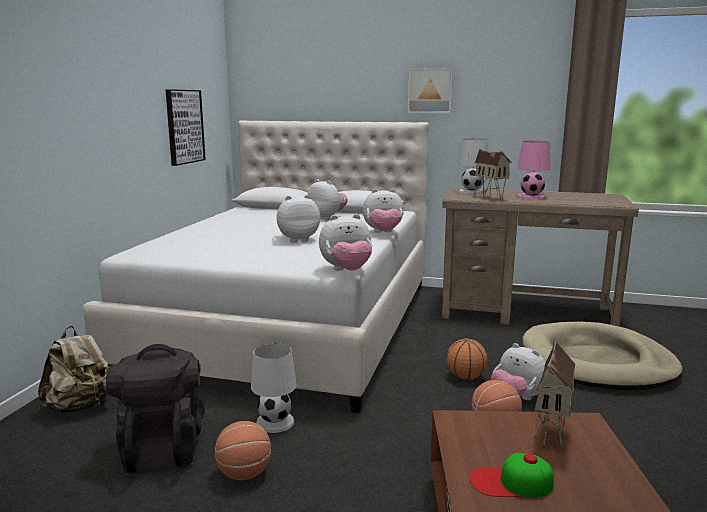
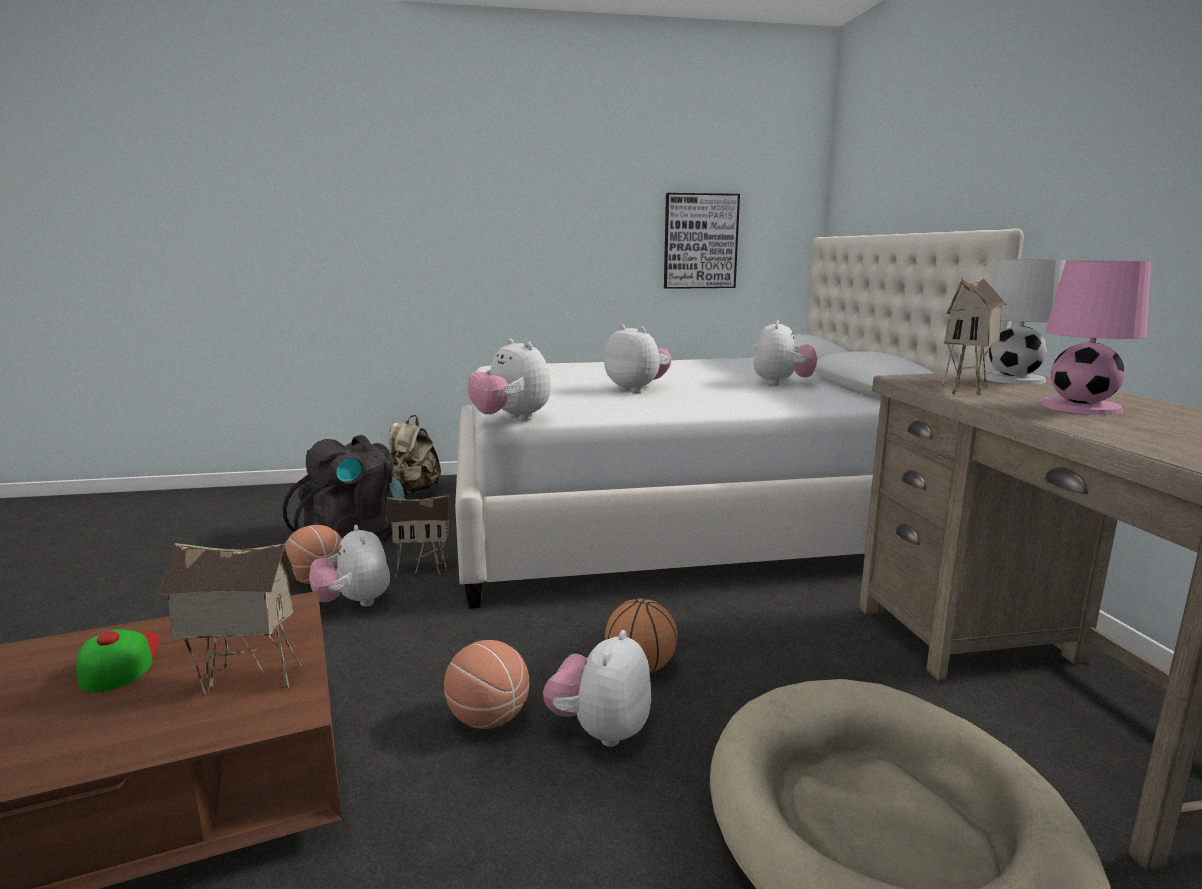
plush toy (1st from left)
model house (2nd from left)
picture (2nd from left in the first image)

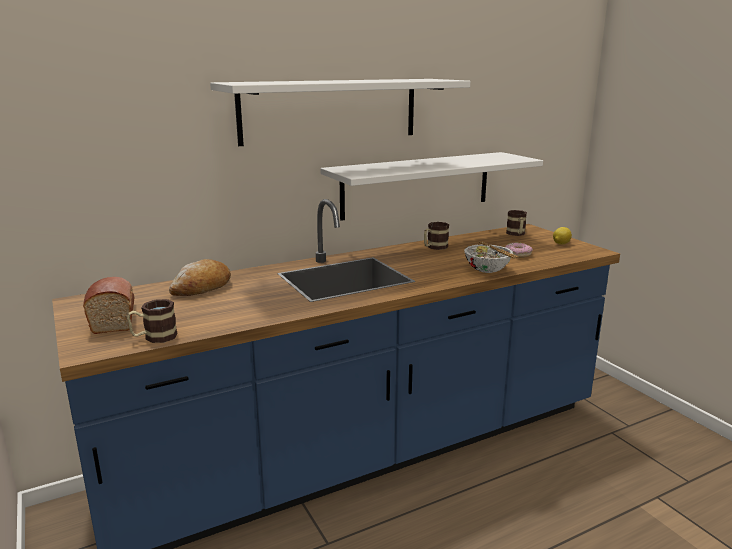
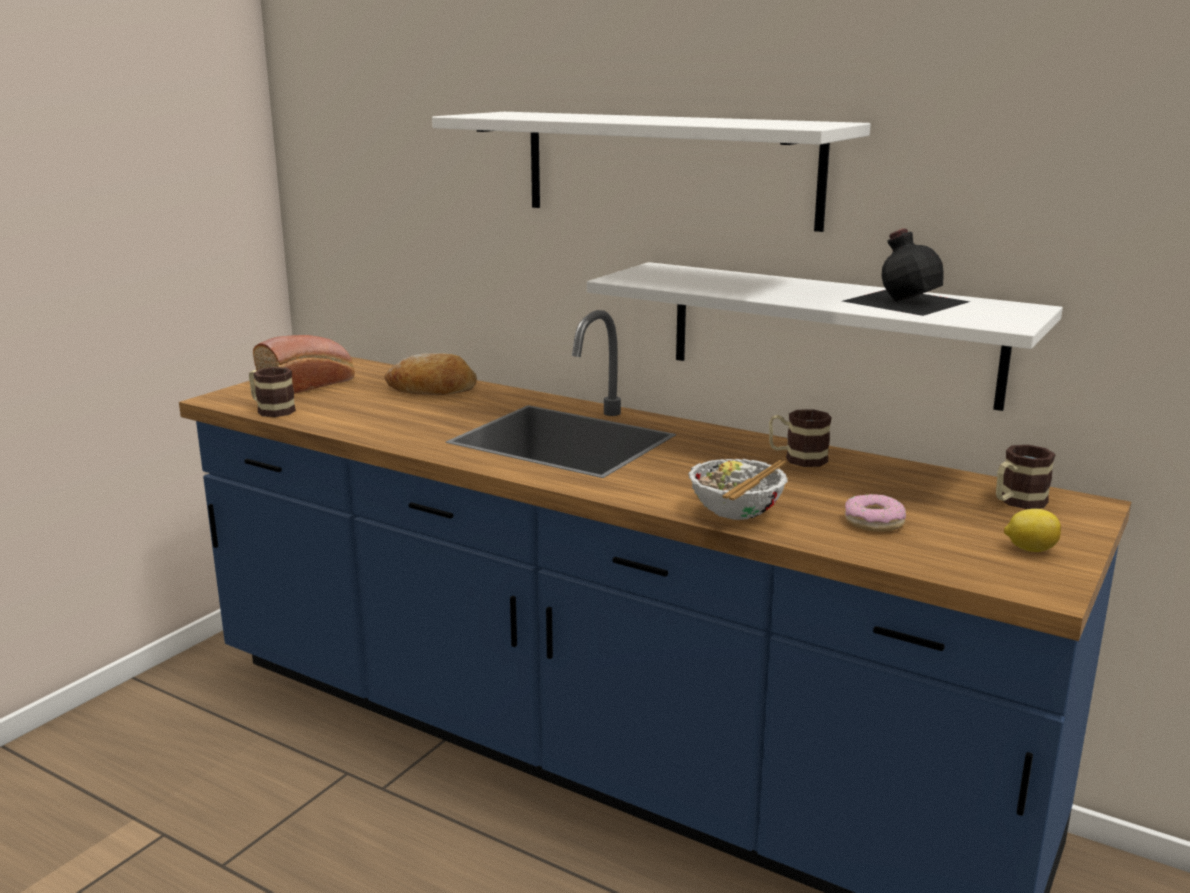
blackish drink bottle

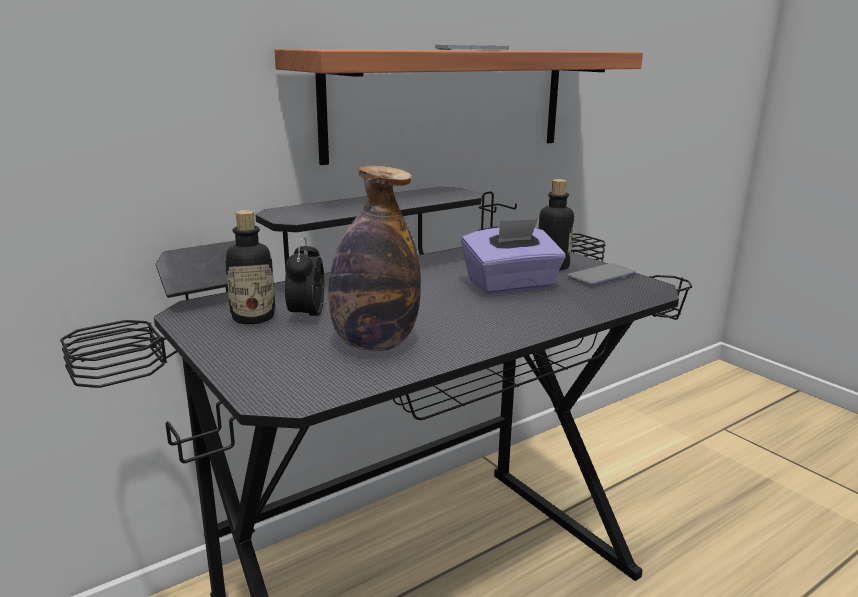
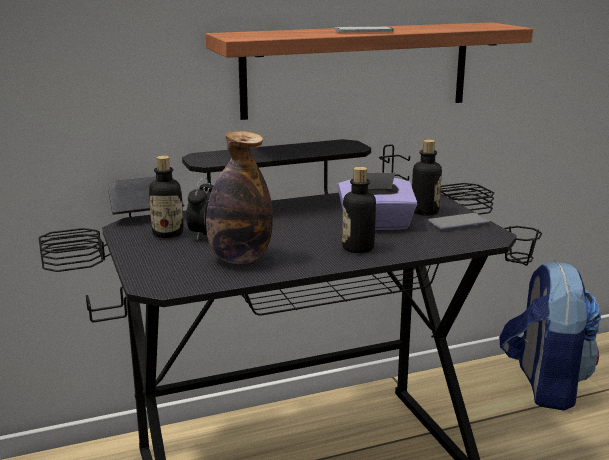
drink bottle (3rd from left)
backpack

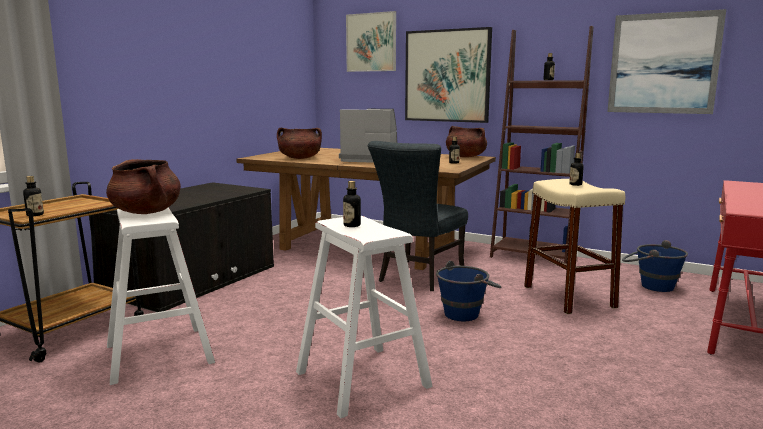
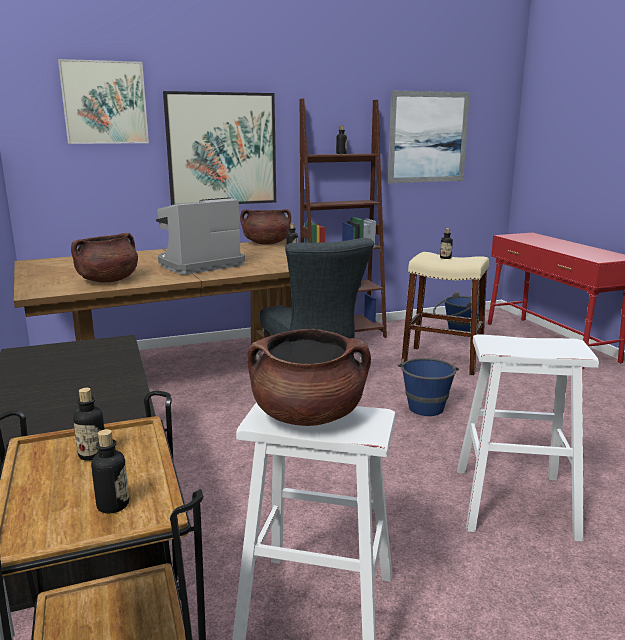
drink bottle (1st from left)

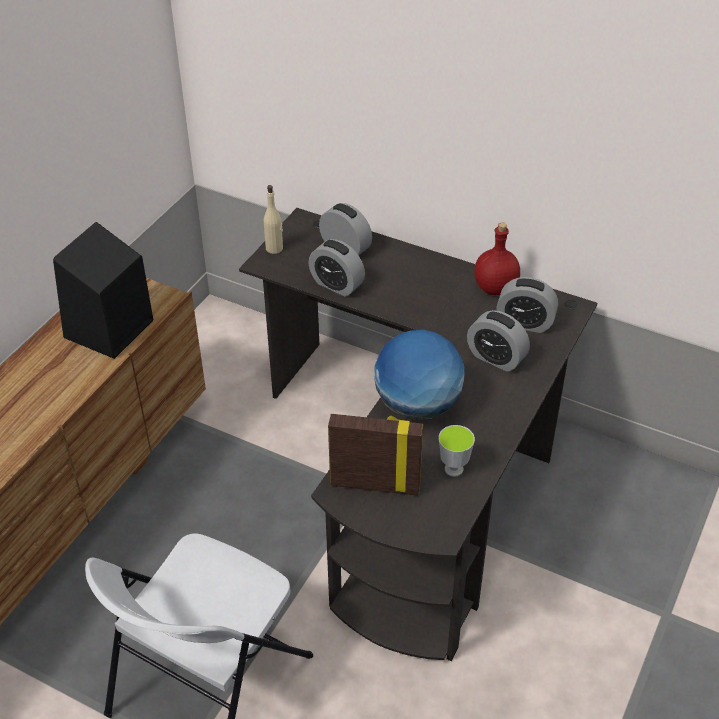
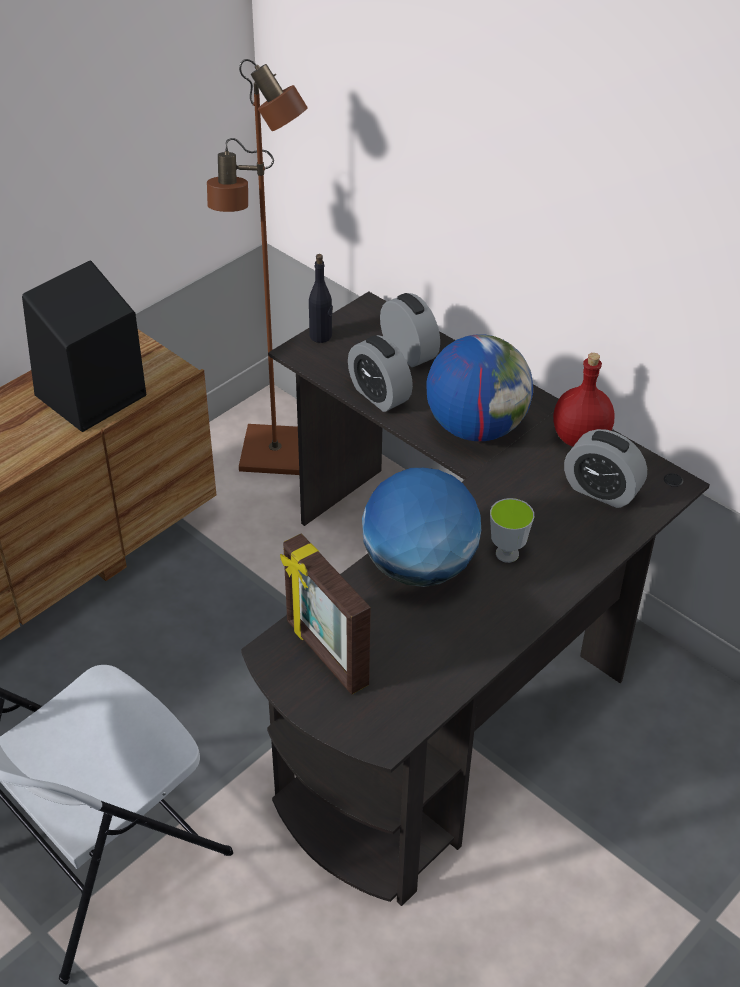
brownish standard lamp
photo frame
blackish drink bottle
globe (2nd from left)
drinking cup
bedside clock (3rd from left in the first image)

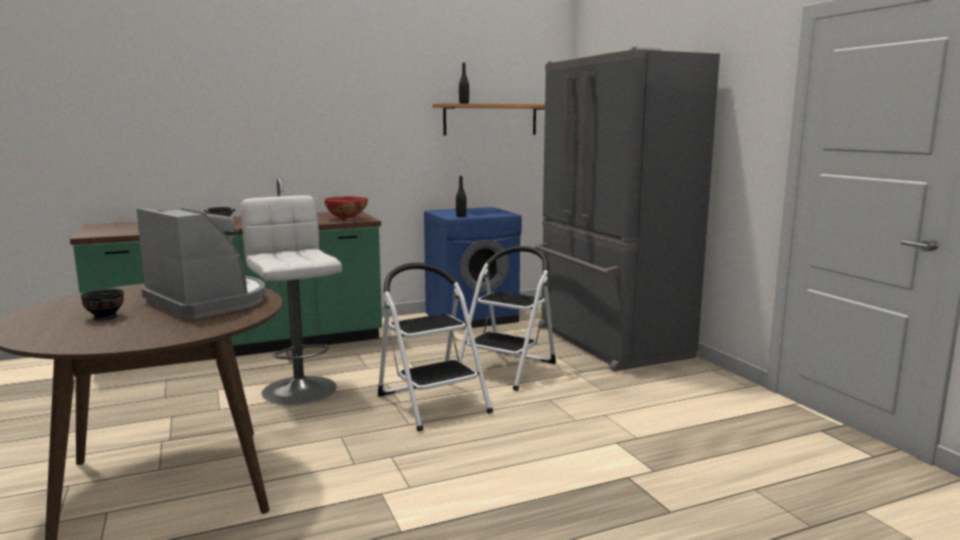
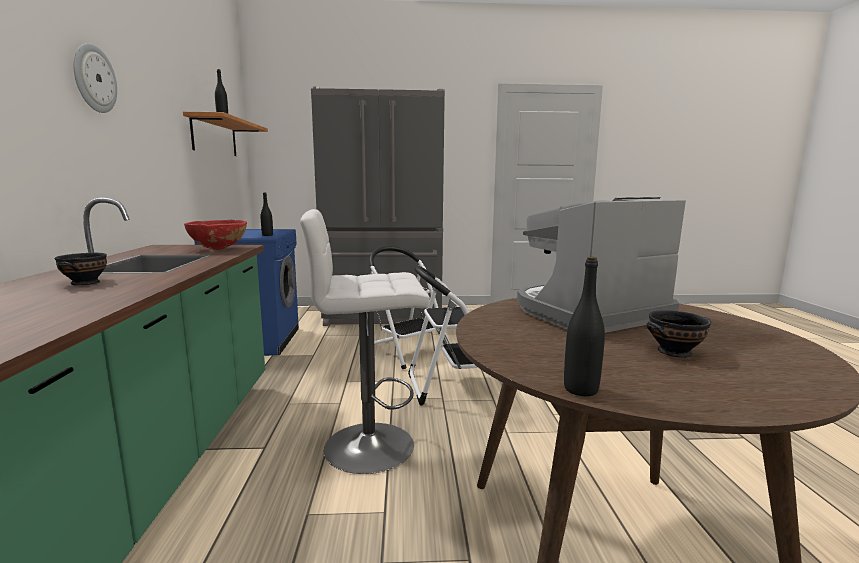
hanging clock
blackish drink bottle (3rd from left)

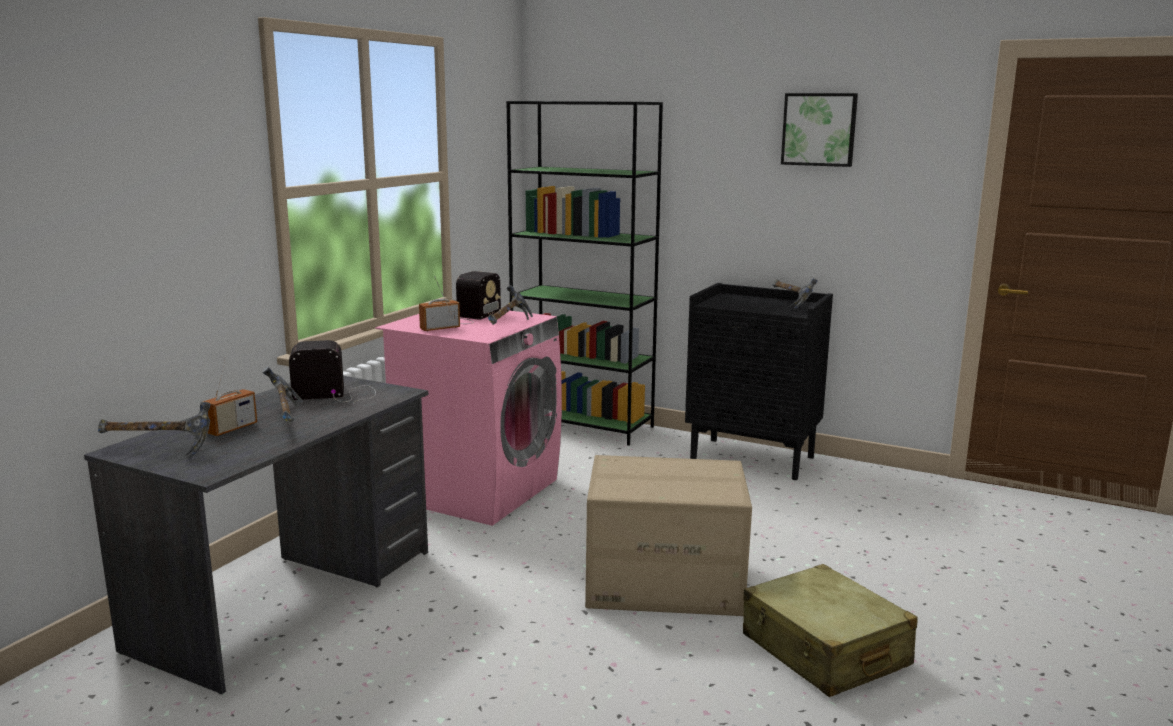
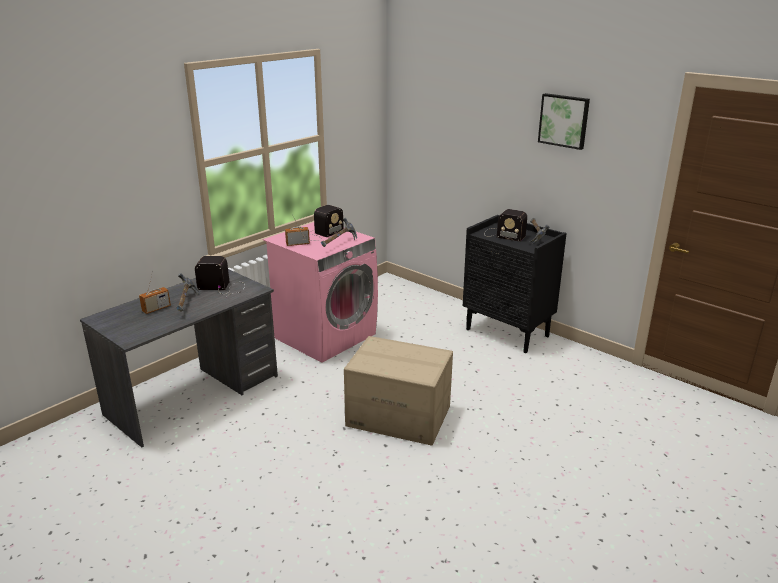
radio set (5th from left)
hand hammer (1st from left in the first image)
greenish bookcase
beige-coloured suitcase

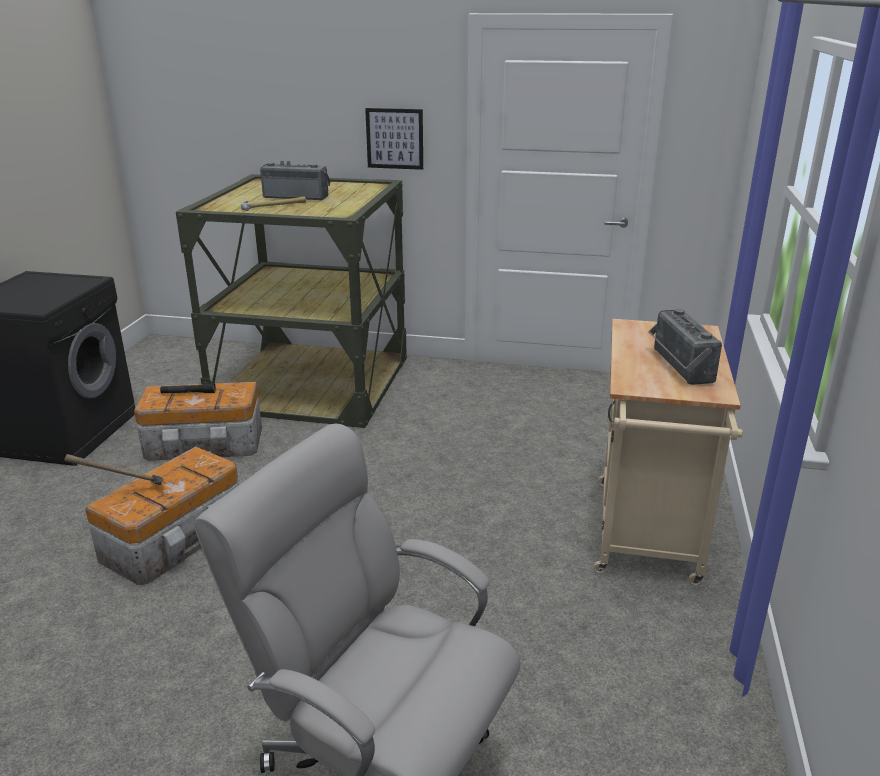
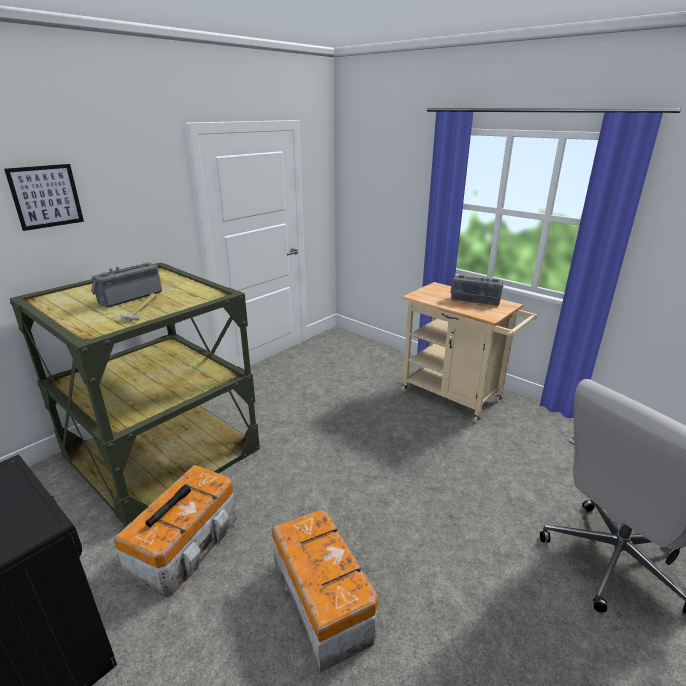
picture
hand hammer (1st from left in the first image)

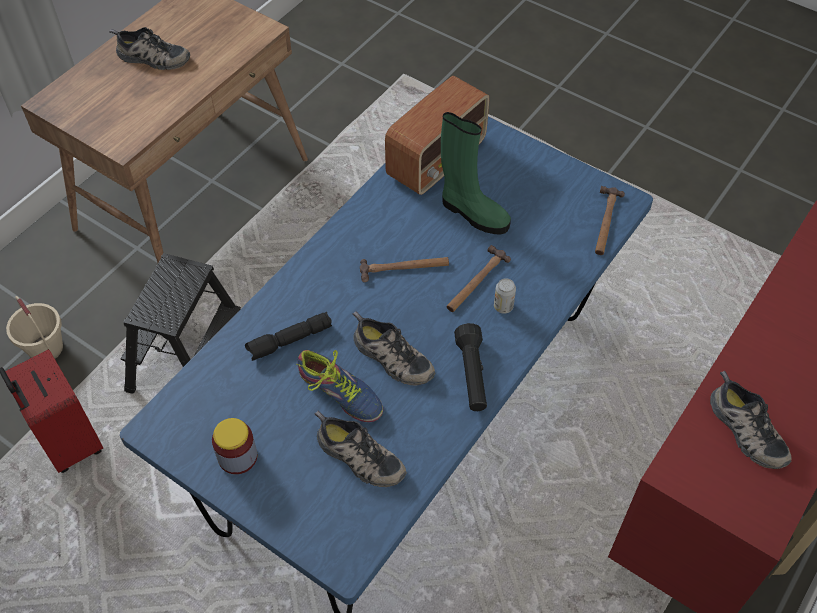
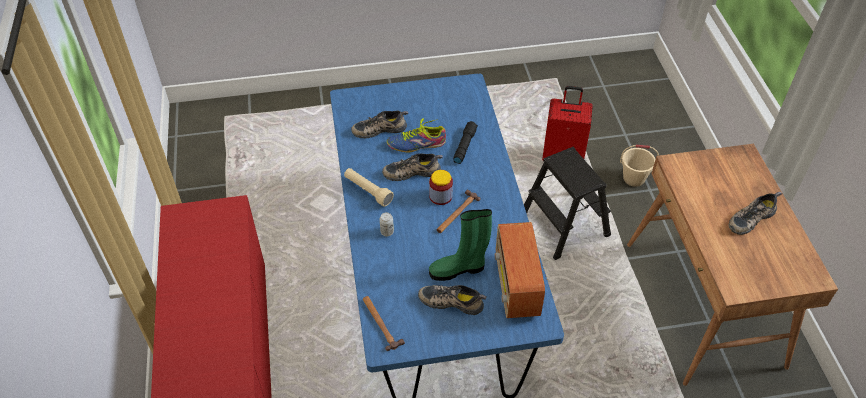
beige-coloured torch
low shoe (4th from left)
preserve jar
hand hammer (2nd from left in the first image)

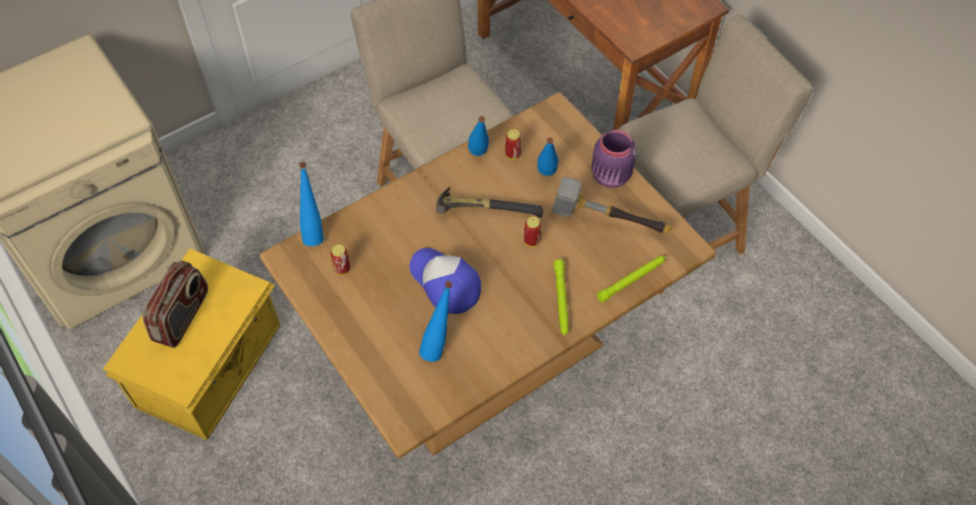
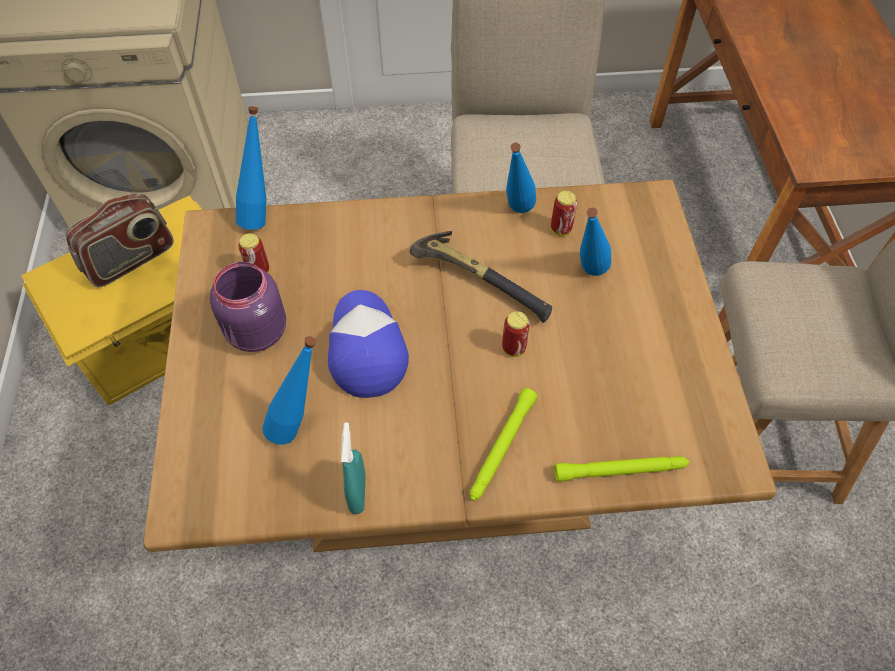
purple-coloured preserve jar
turquoise-coloured hand sprayer
hand hammer (2nd from left in the first image)

